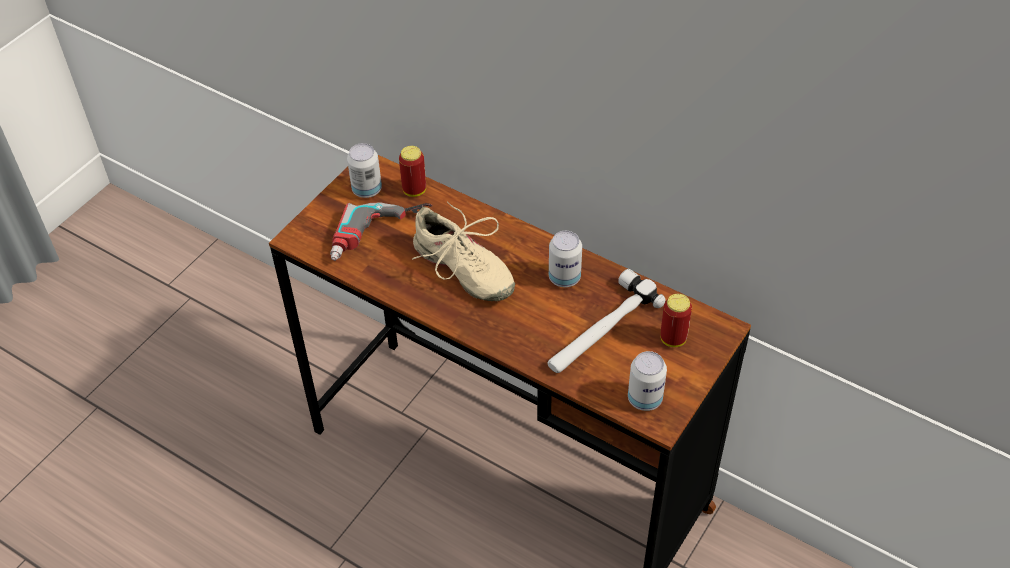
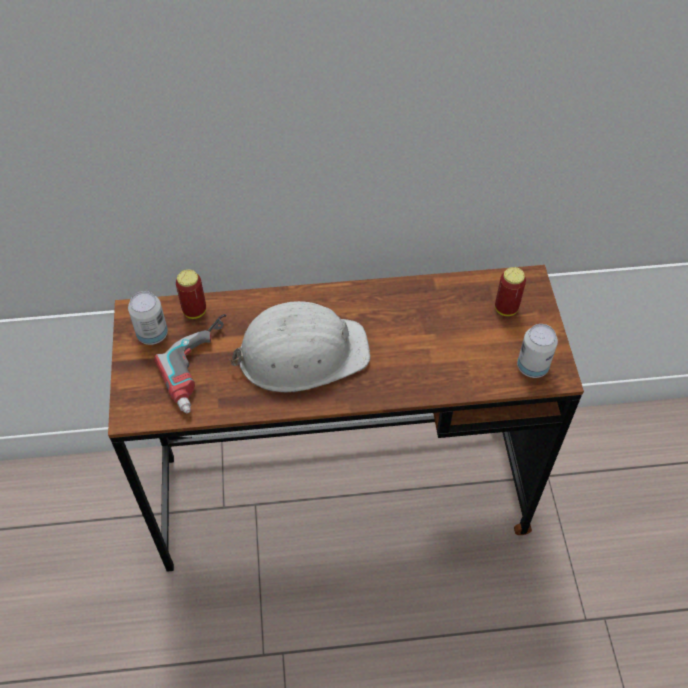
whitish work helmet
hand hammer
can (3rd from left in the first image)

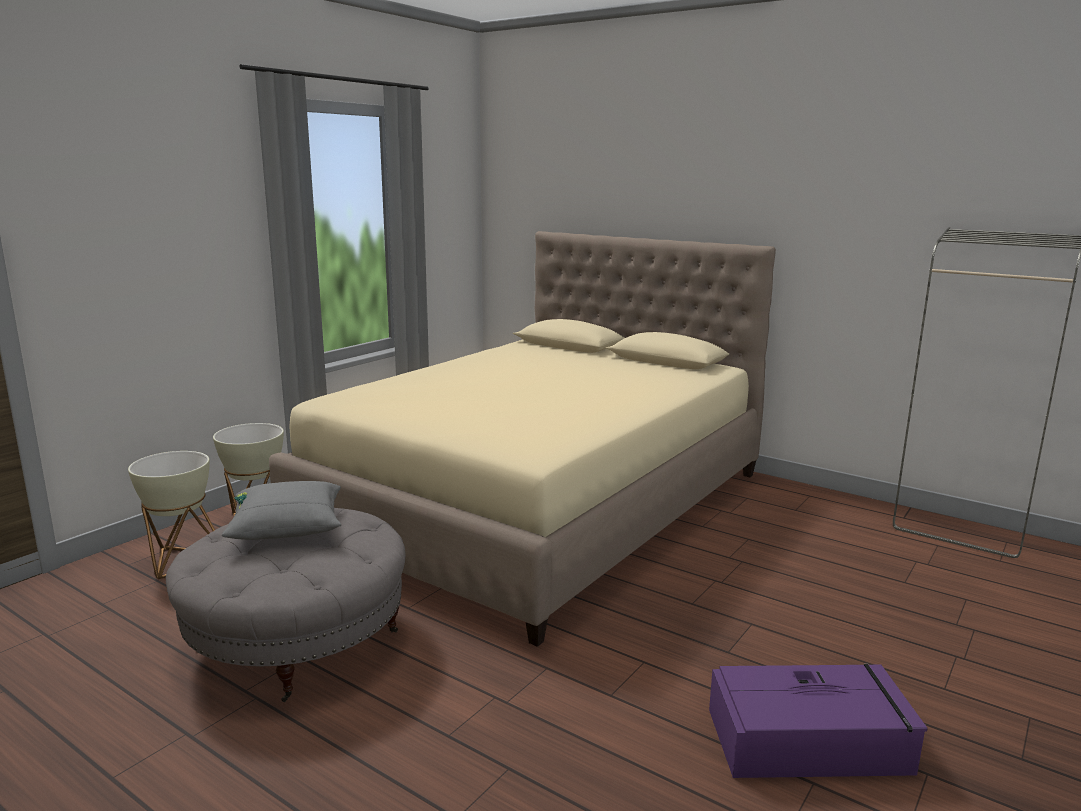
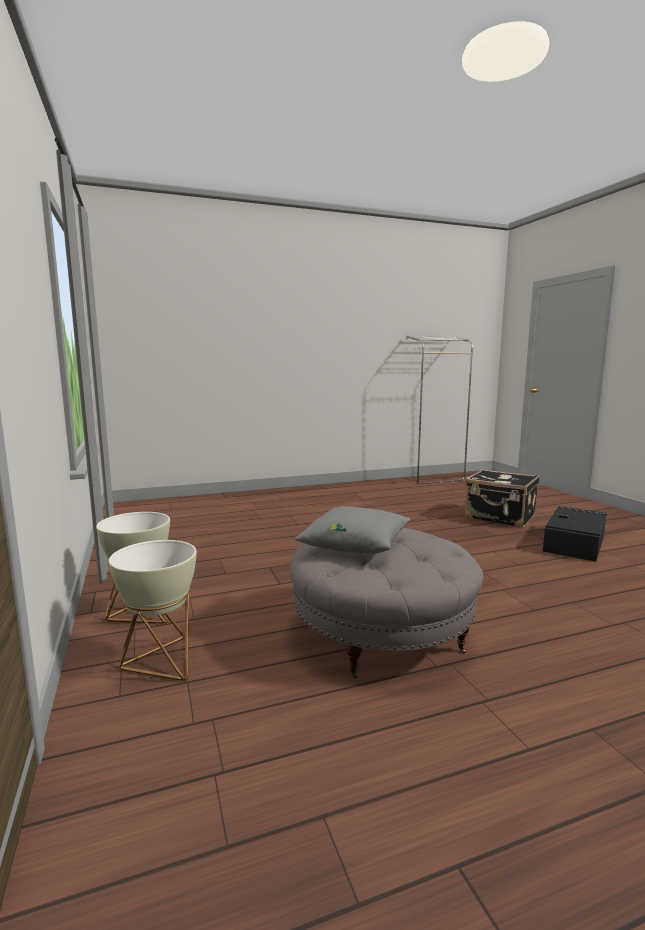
blackish suitcase
blackish storage bin
beige-coloured sleeping bed

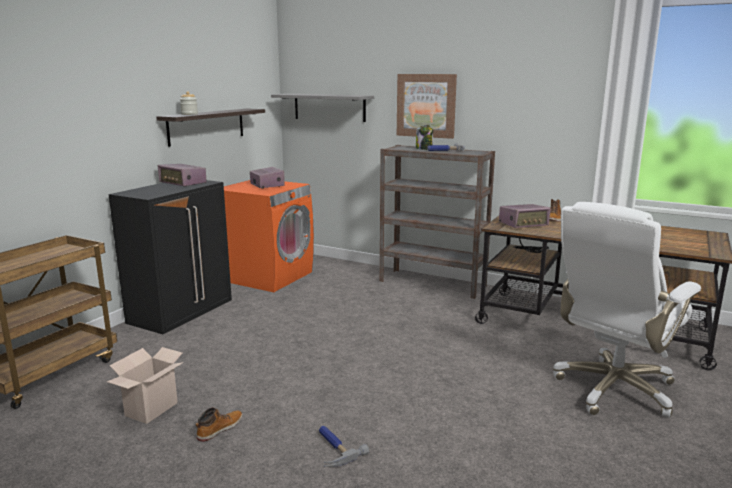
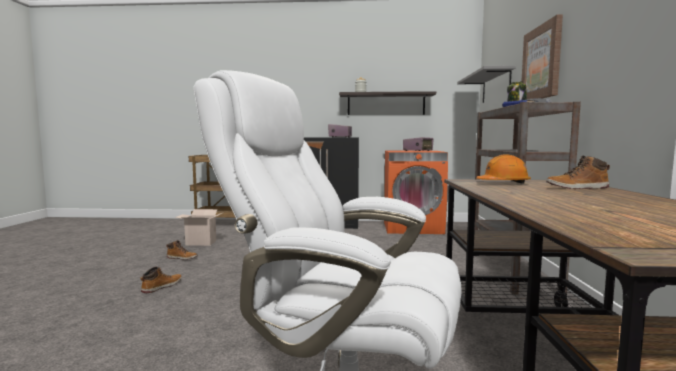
boot (1st from left)
orange work helmet

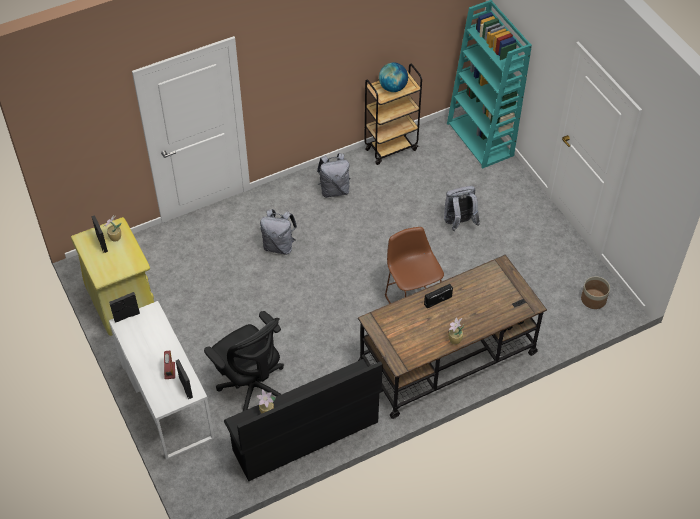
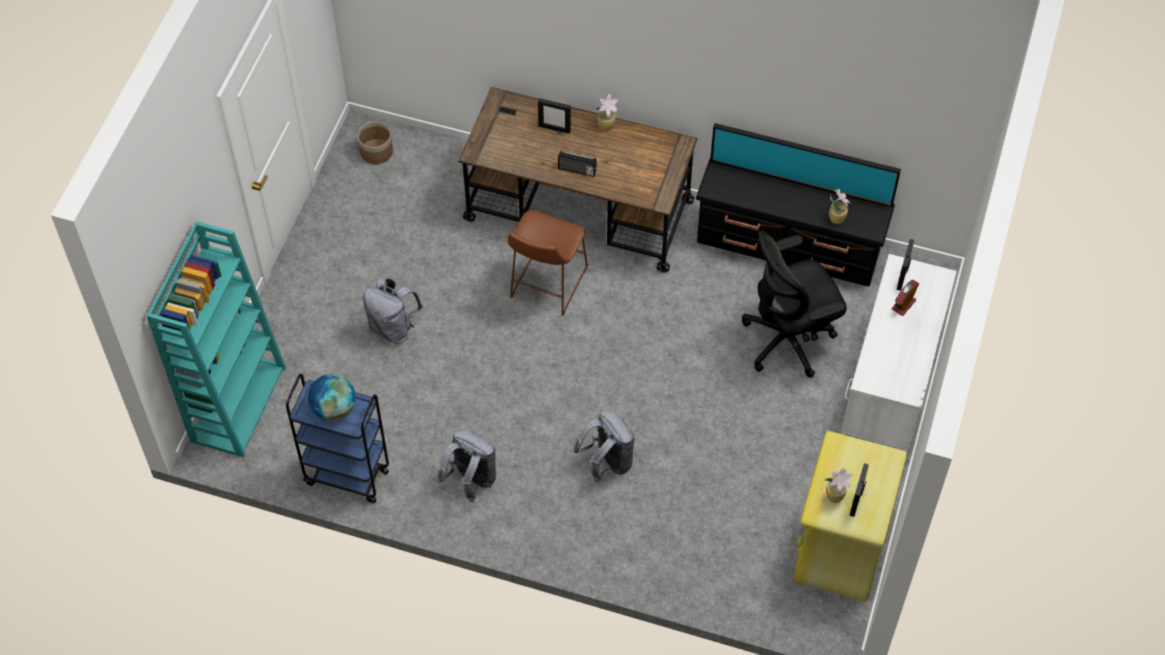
blue cart
photo frame (1st from left)
blackish office chair

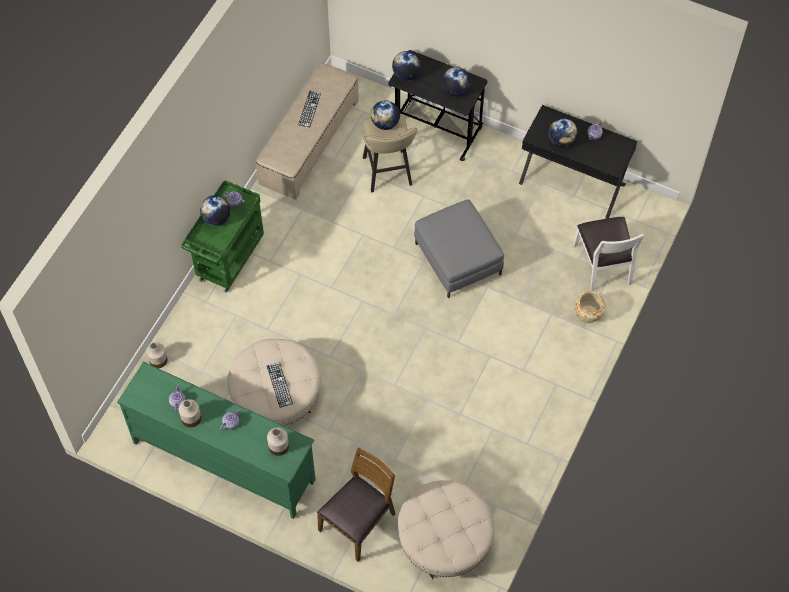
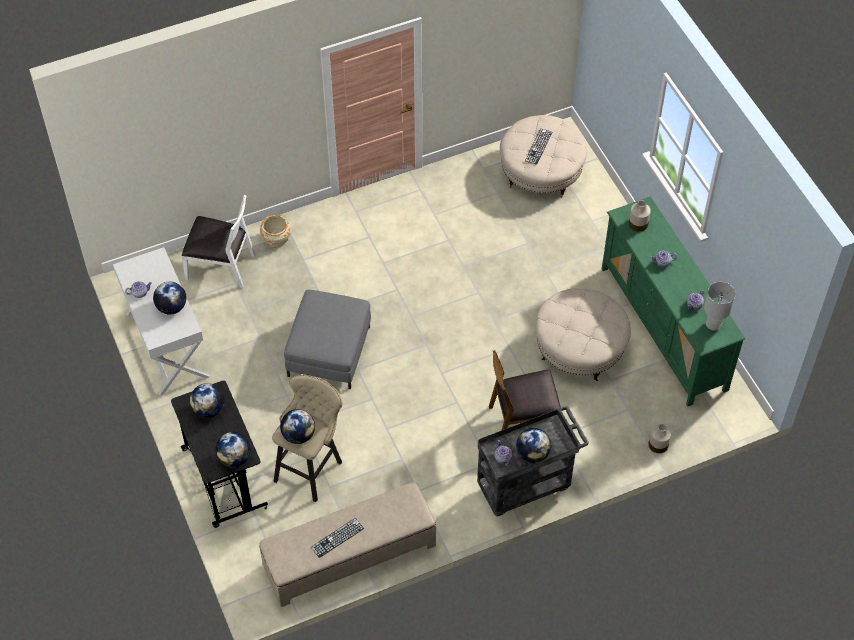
whitish hall table
whitish plain chair
blackish cart
brownish plain chair
computer keyboard (2nd from left)
grey tabletop lamp
beige-coloured decorative vase (2nd from left in the first image)

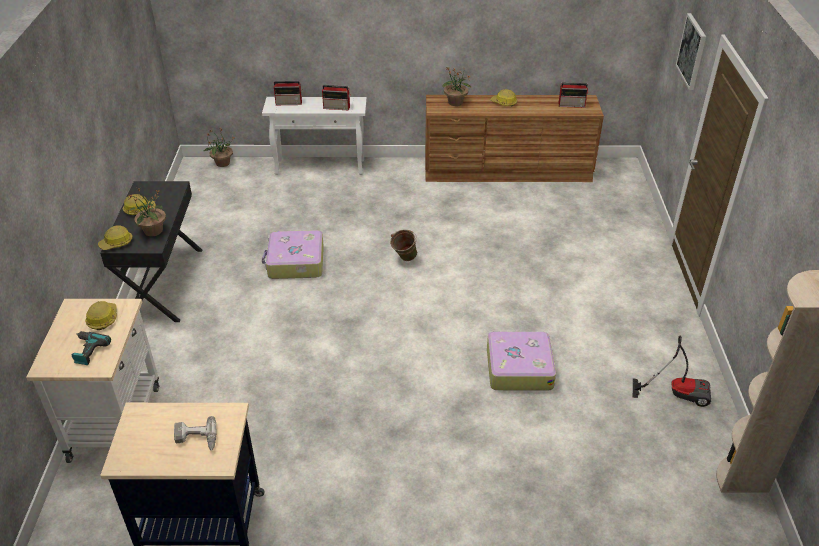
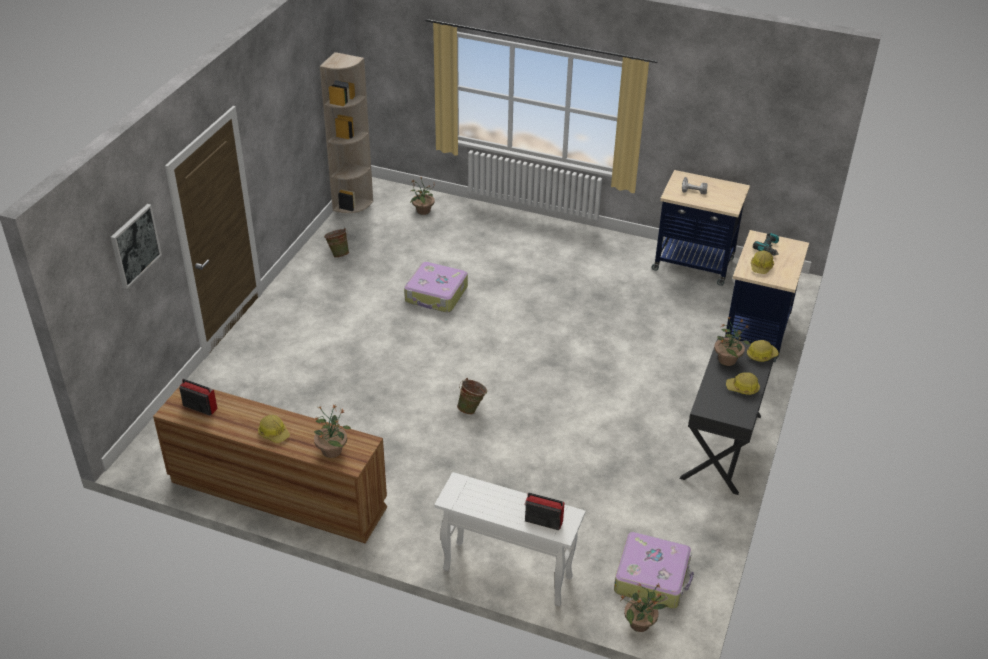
greenish bucket (1st from left)
houseplant (2nd from left)
suitcase (2nd from left)
blue cart (2nd from left)
radio set (2nd from left in the first image)

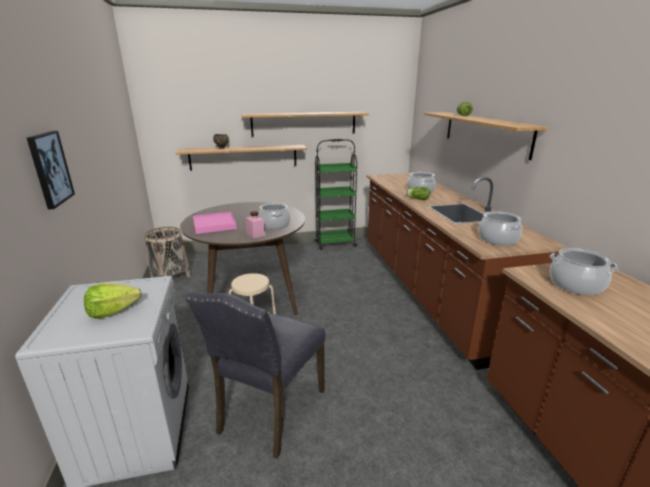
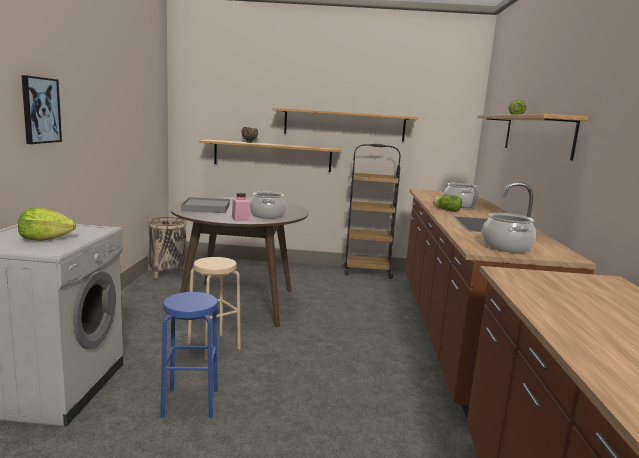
blue sitting stool
grey carrying tray
brownish cart
saucepot (4th from left in the first image)

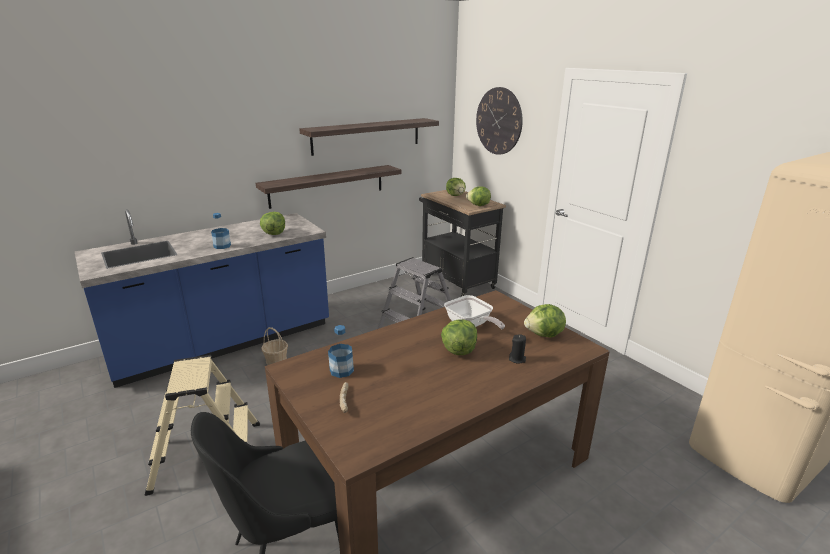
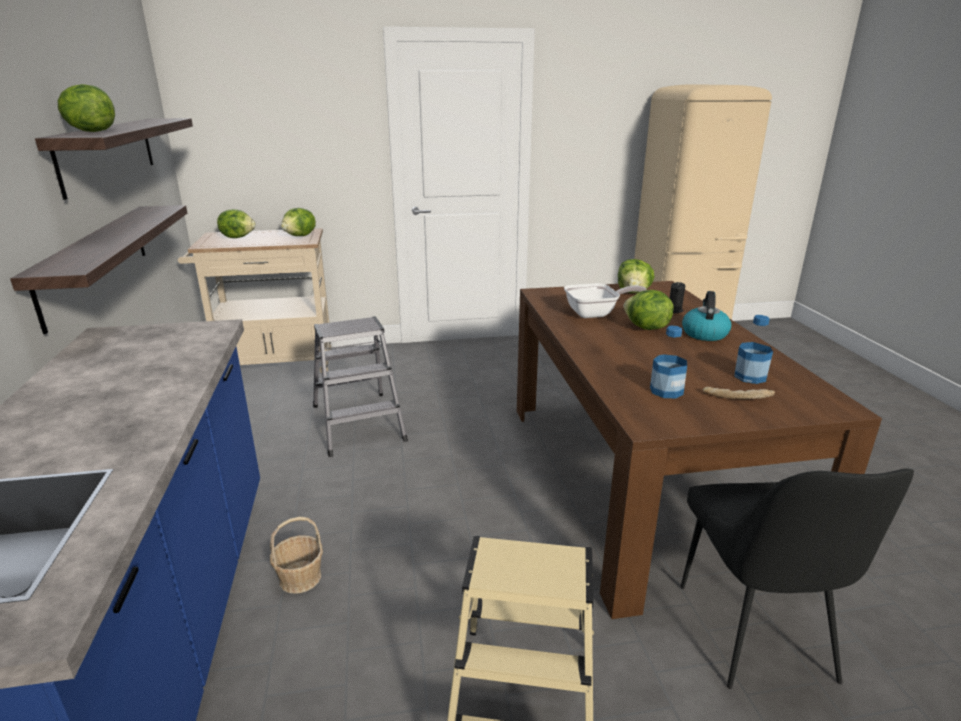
lettuce head (1st from left)
beige-coloured cart
tea kettle
drink bottle (2nd from left)
hanging clock

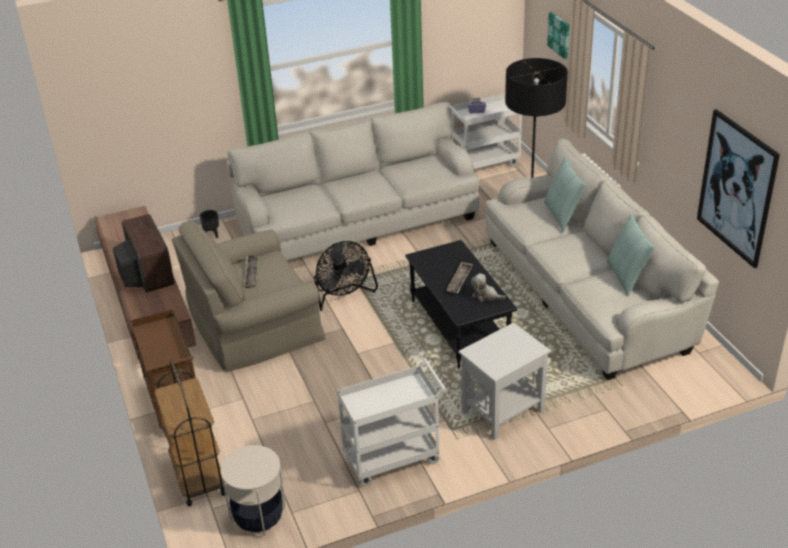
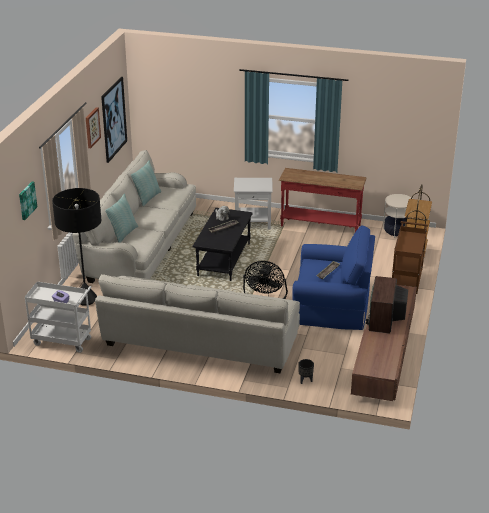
picture (2nd from left)
red-coloured hall table
blue easy chair

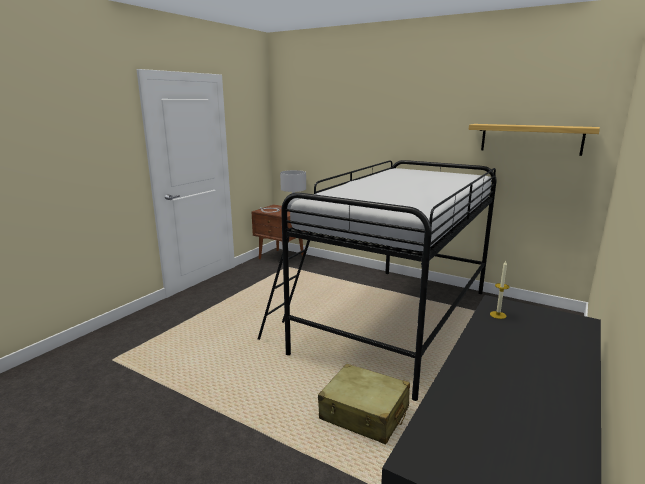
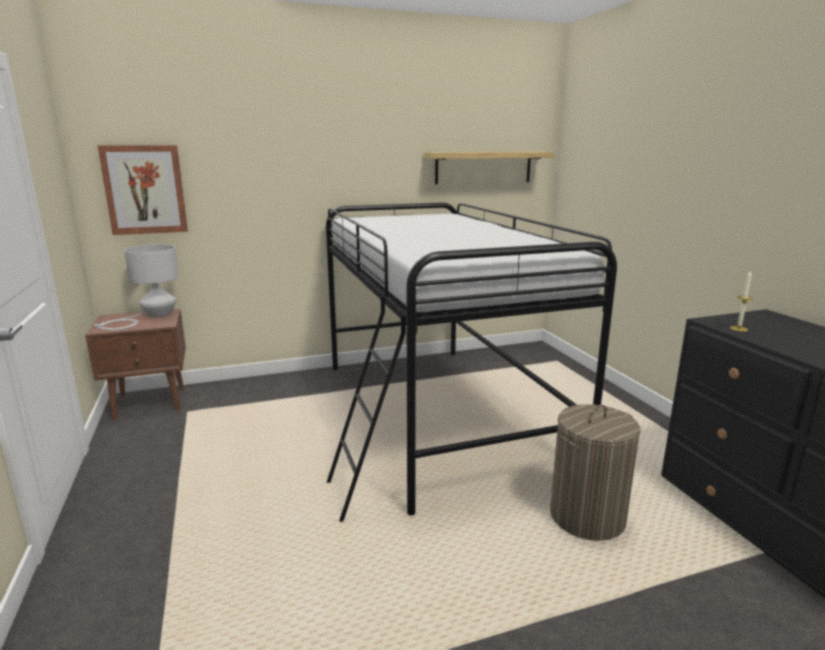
picture
laundry basket

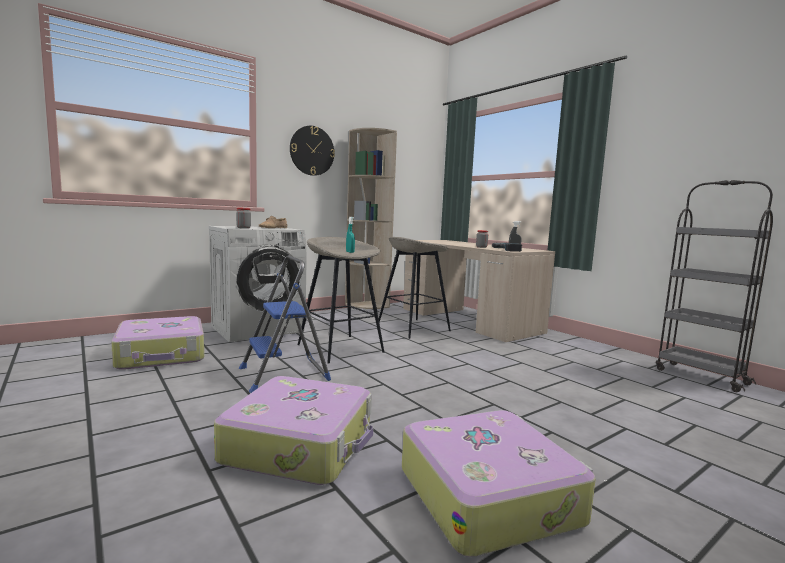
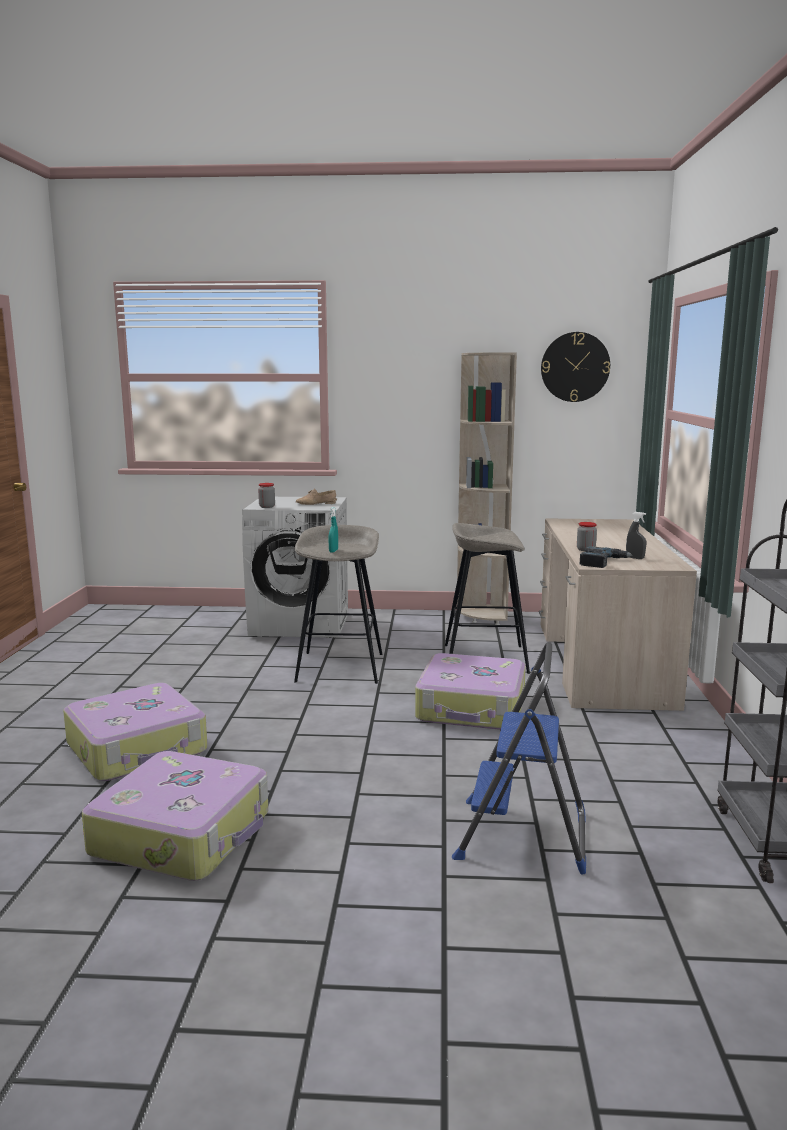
suitcase (3rd from left)
blue stepladder
hanging clock

